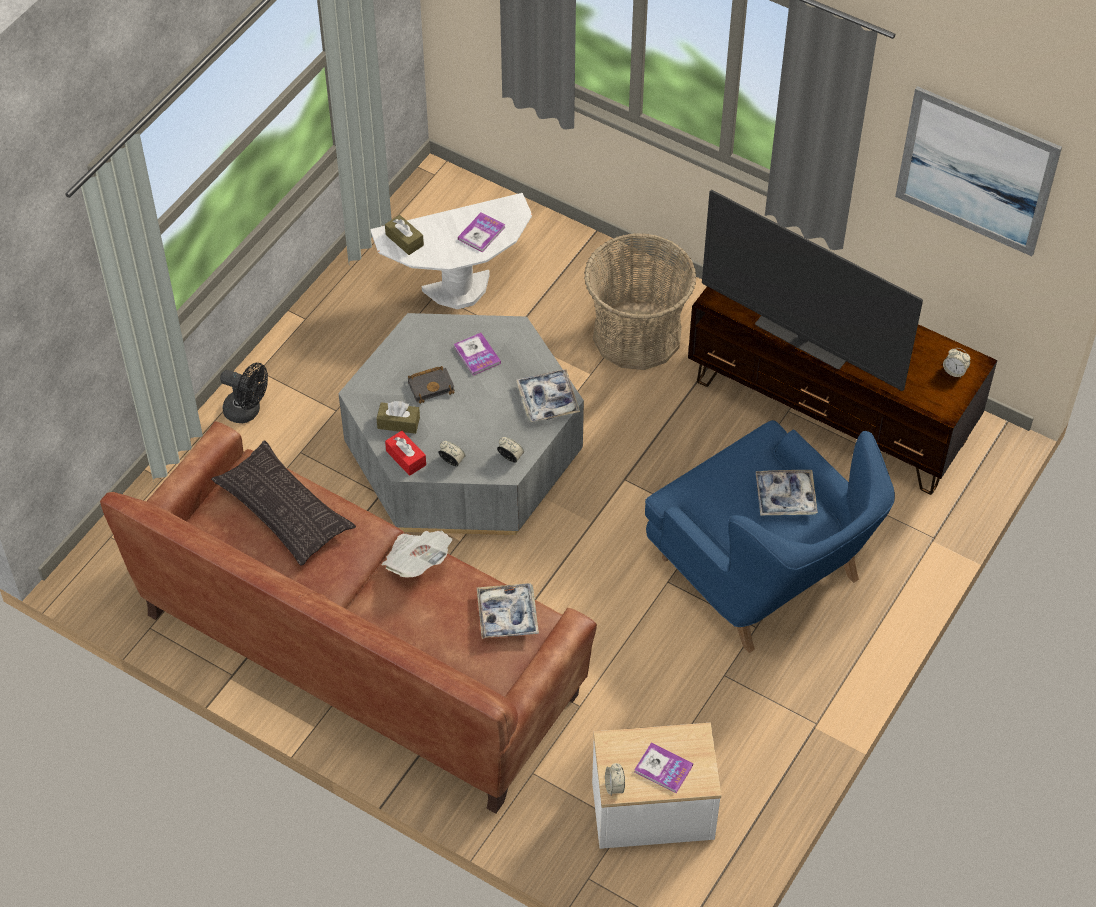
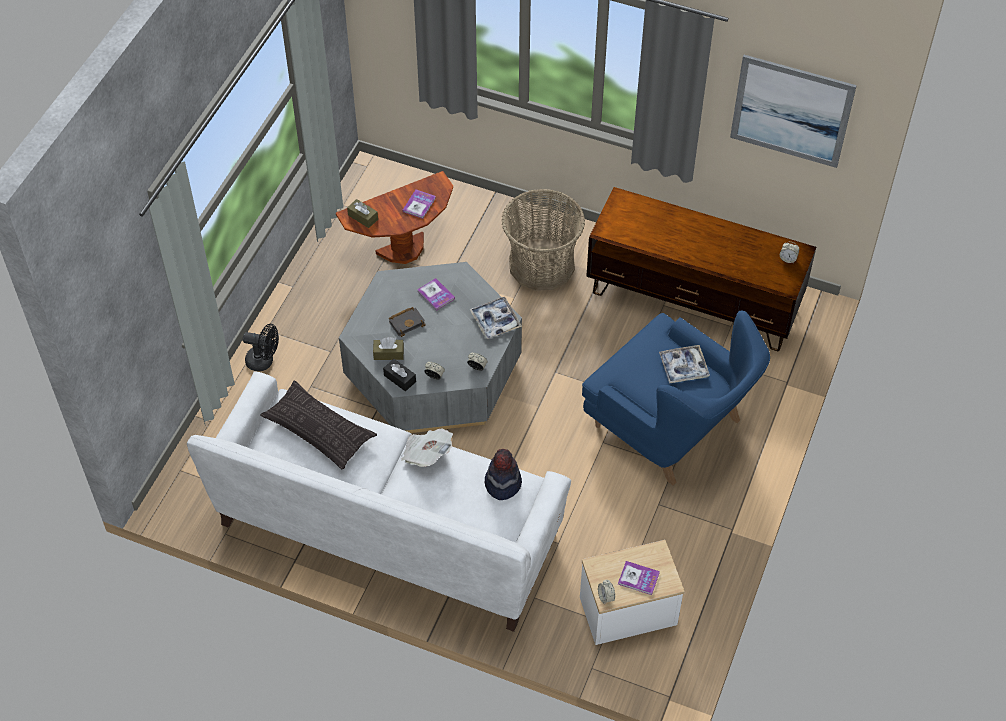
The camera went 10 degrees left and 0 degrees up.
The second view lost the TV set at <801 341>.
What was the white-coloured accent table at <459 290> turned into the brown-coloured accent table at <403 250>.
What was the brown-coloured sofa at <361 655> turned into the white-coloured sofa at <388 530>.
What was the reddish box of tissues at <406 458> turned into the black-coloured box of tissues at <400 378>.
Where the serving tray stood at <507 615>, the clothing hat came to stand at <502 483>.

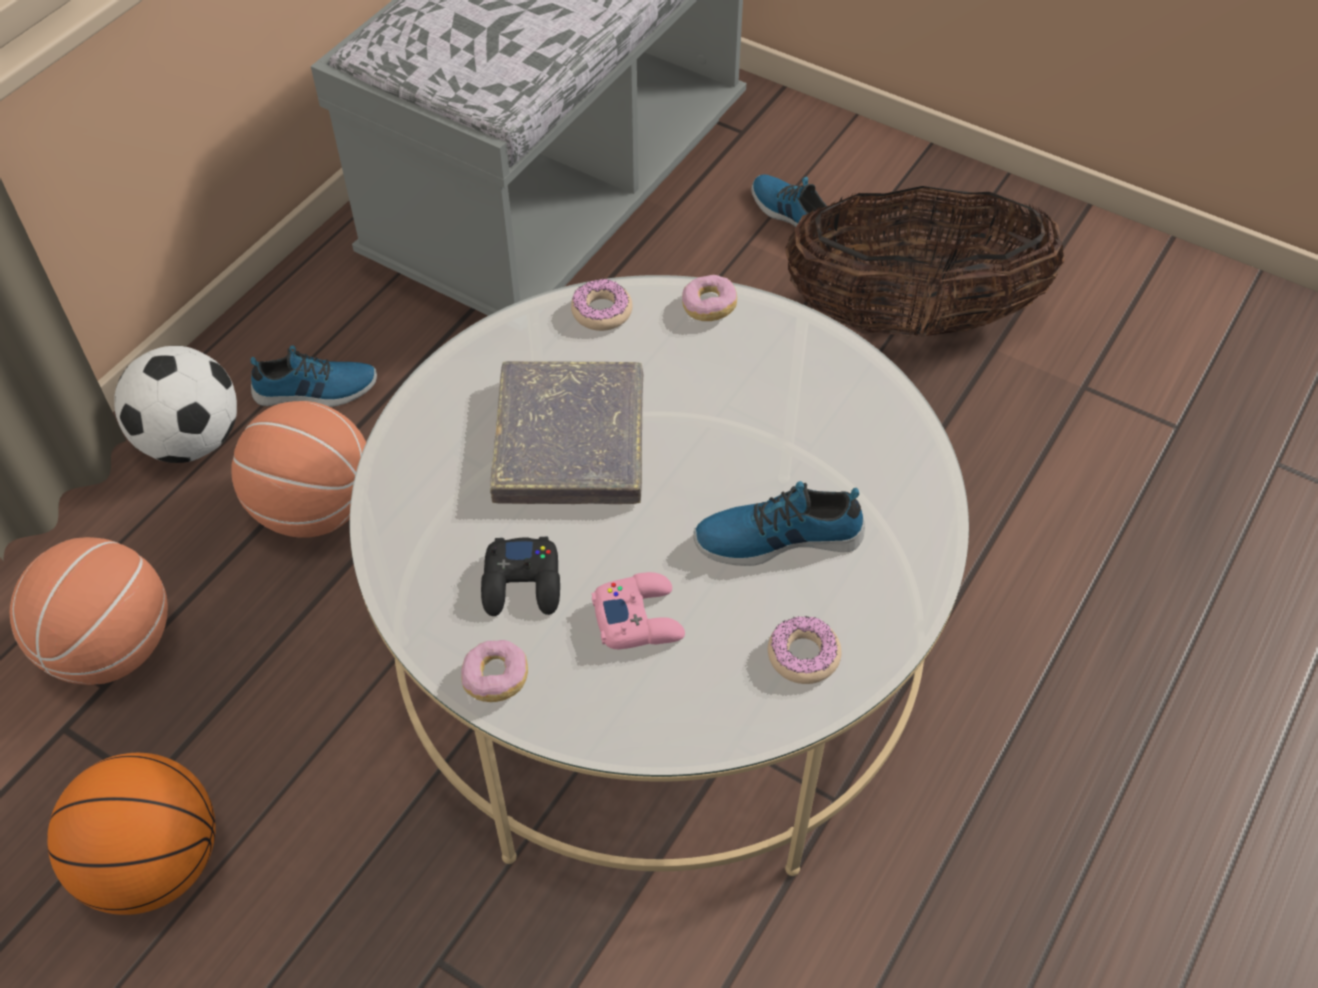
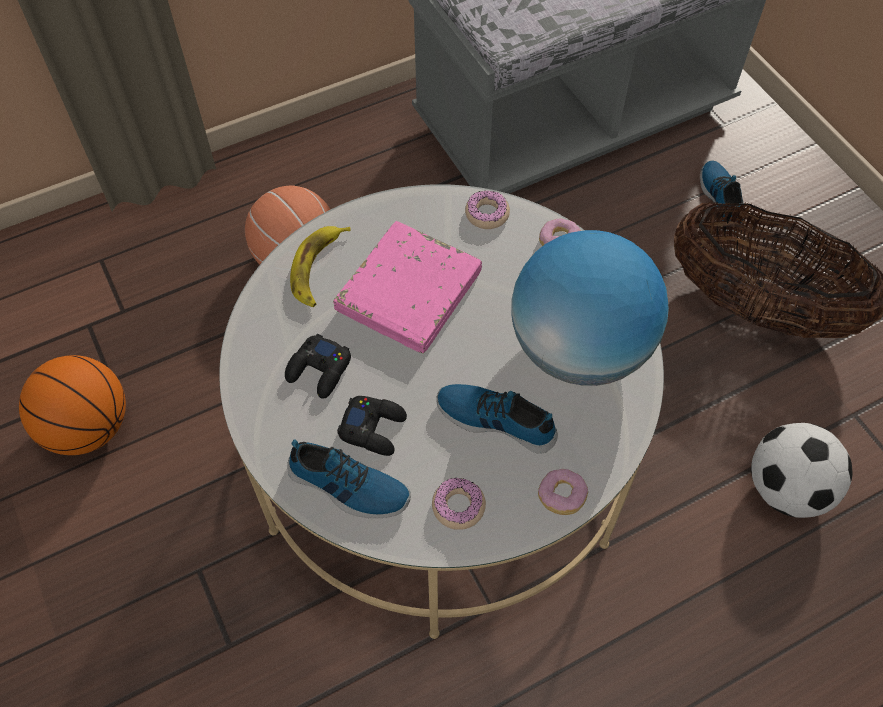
The camera went 30 degrees right and 5 degrees up.
The low shoe ended up elsewhere, having gone from <316 390> to <347 487>.
The ball for football ended up elsewhere, having gone from <191 440> to <786 488>.
What was the gray book at <570 441> turned into the pinkish book at <409 292>.
The second view lost the basketball ball at <111 647>.
What was the pinkish game controller at <639 618> turned into the black-coloured game controller at <373 428>.
The ring doughnut ended up elsewhere, having gone from <496 678> to <561 496>.
The second view gained the banana fruit at <318 269>.
The second view gained the desk globe at <580 349>.

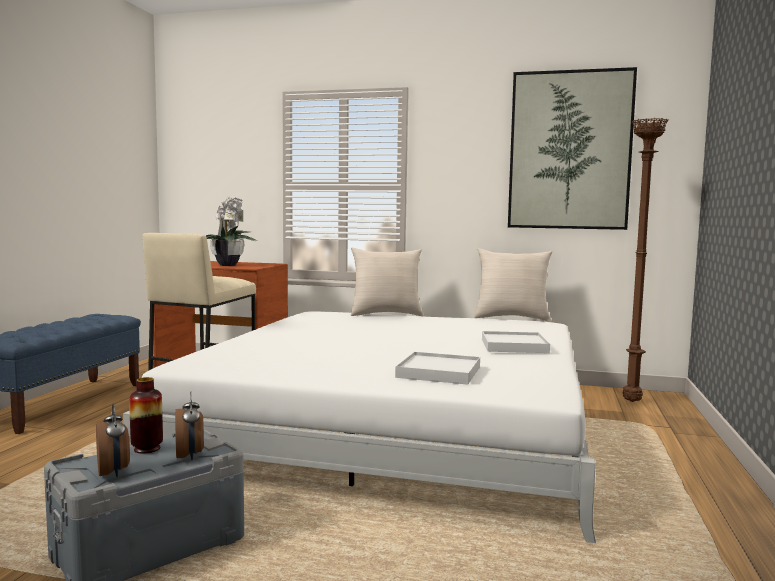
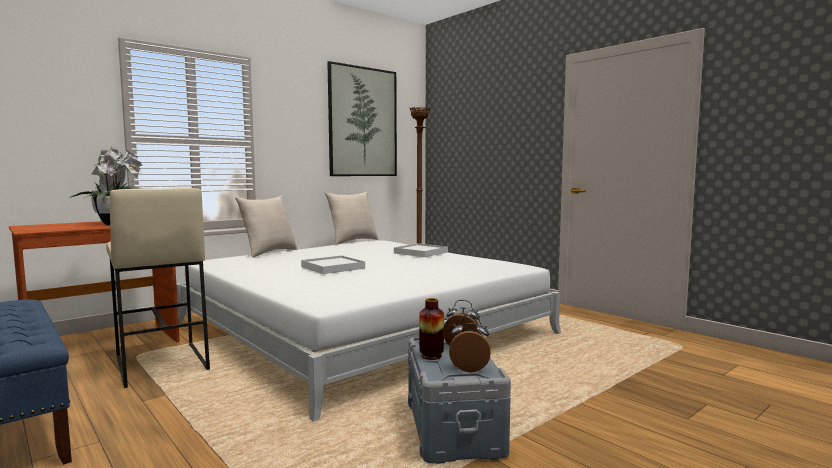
The camera went 55 degrees left and 0 degrees up.
The white-coloured serving tray ended up elsewhere, having gone from <439 372> to <333 267>.

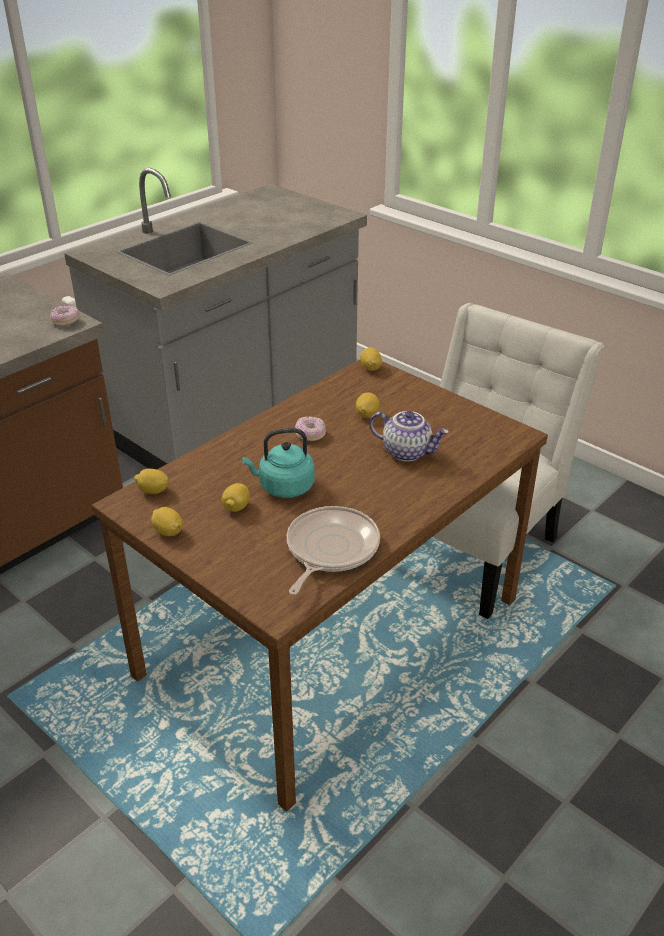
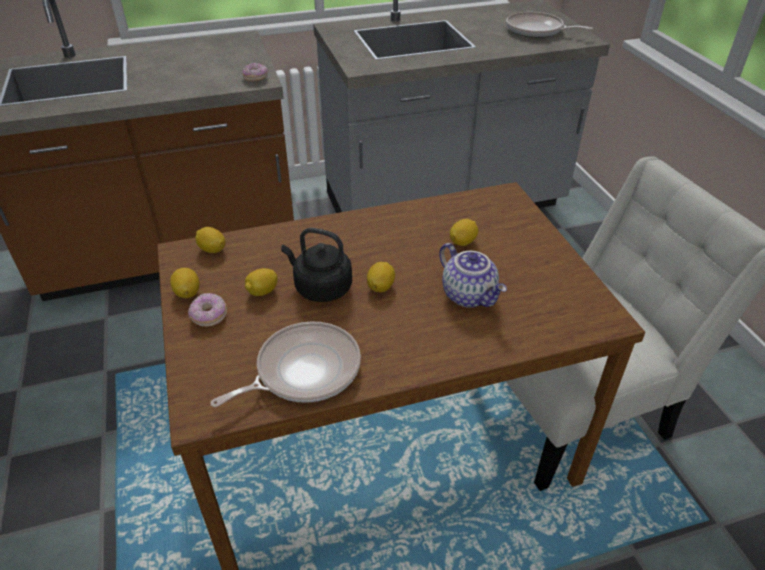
The camera went 30 degrees right and 5 degrees up.
The whole lemon ended up elsewhere, having gone from <370 368> to <380 287>.
The ring doughnut ended up elsewhere, having gone from <310 435> to <209 316>.
What was the turquoise water kettle at <283 487> turned into the black-coloured water kettle at <320 288>.
The second view gained the skillet at <537 30>.

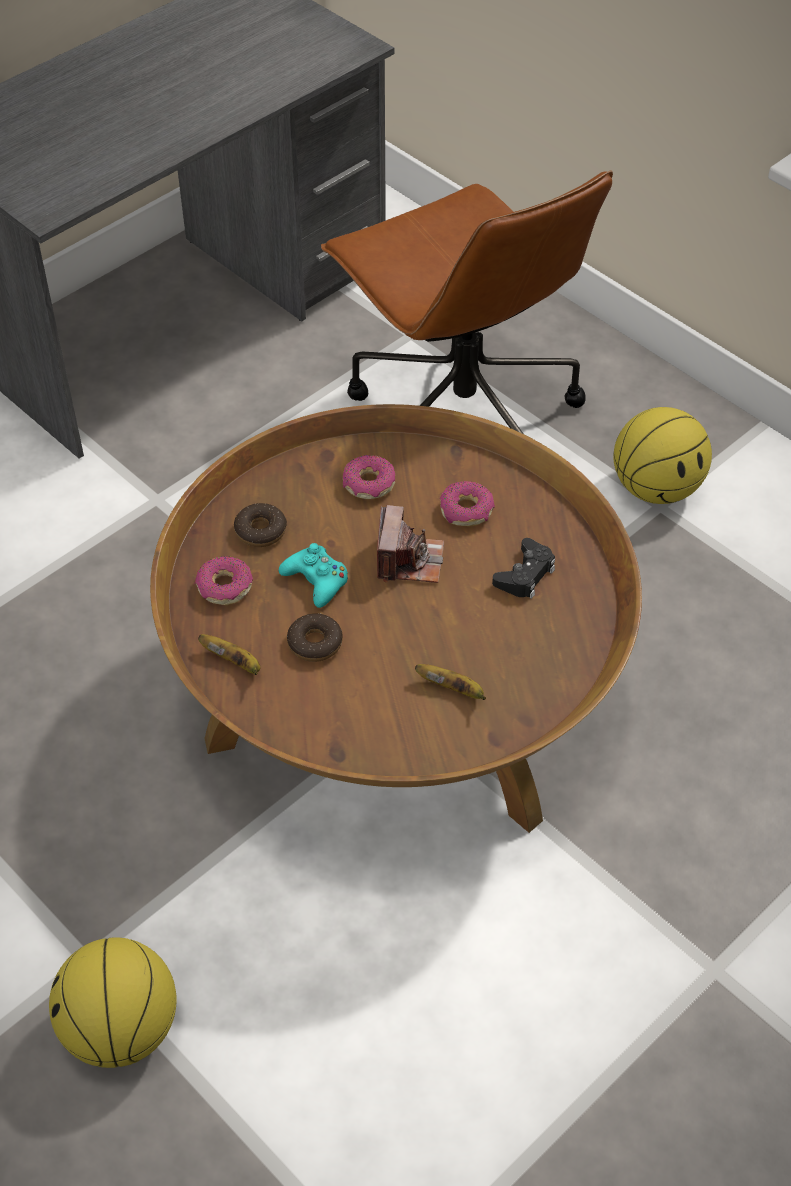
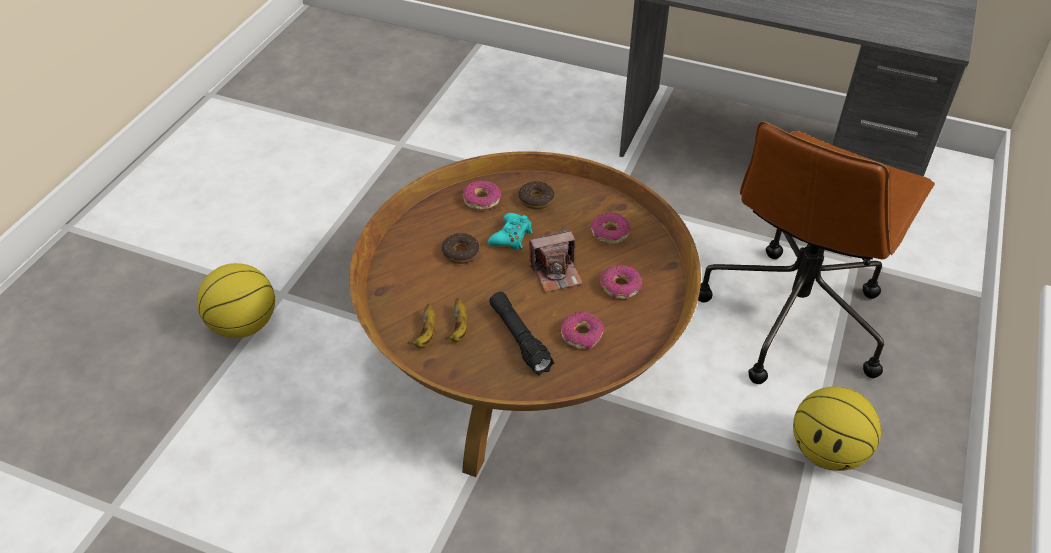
The camera went 65 degrees right and 5 degrees down.
Where the black-coloured game controller stood at <525 575>, the ring doughnut came to stand at <582 335>.
The banana fruit ended up elsewhere, having gone from <234 662> to <426 335>.
The second view gained the black-coloured torch at <519 339>.

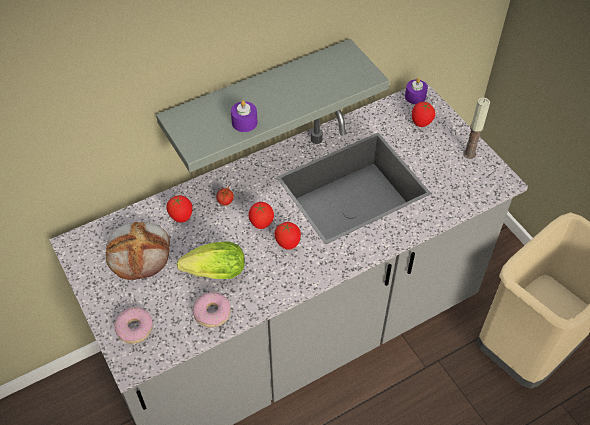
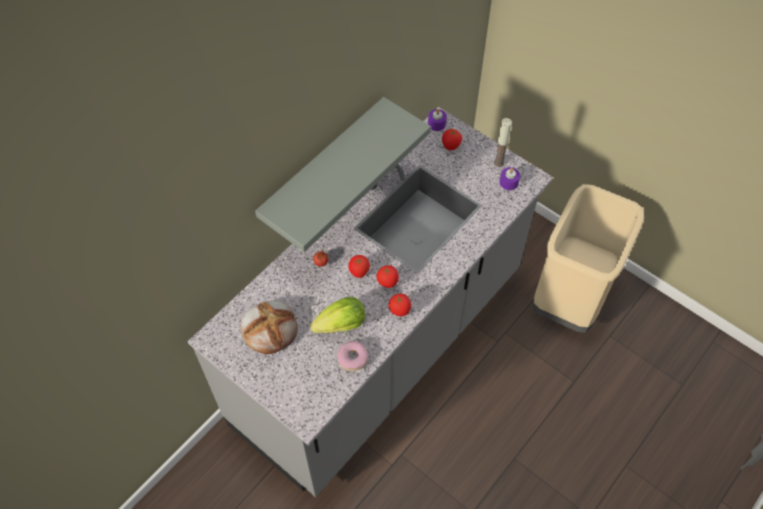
The camera went 20 degrees left and 5 degrees up.
The purple-coloured wax candle ended up elsewhere, having gone from <244 122> to <508 182>.
The whole tomato ended up elsewhere, having gone from <181 217> to <399 311>.
The second view lost the ring doughnut at <134 328>.

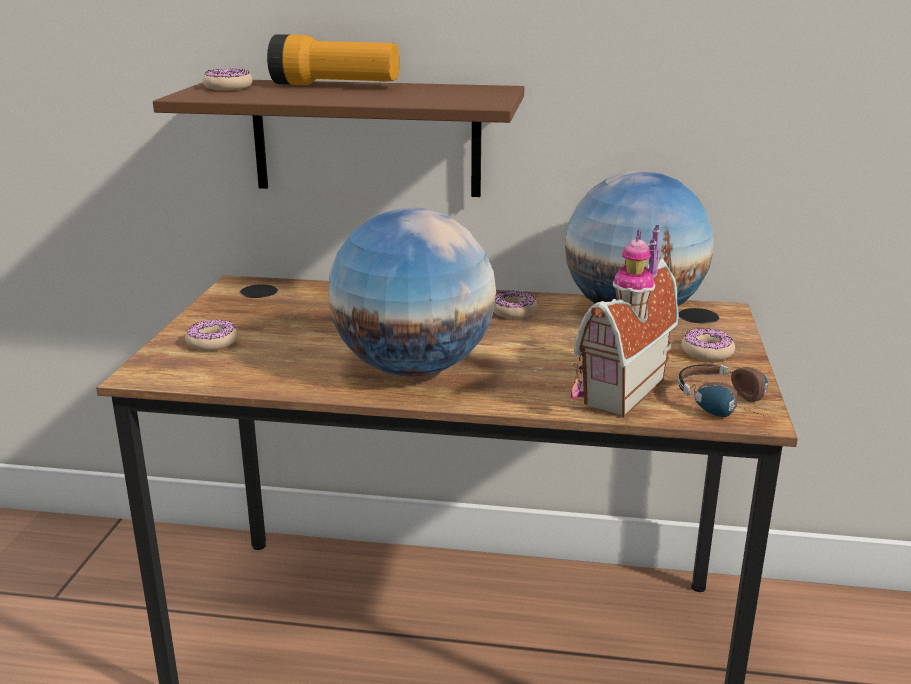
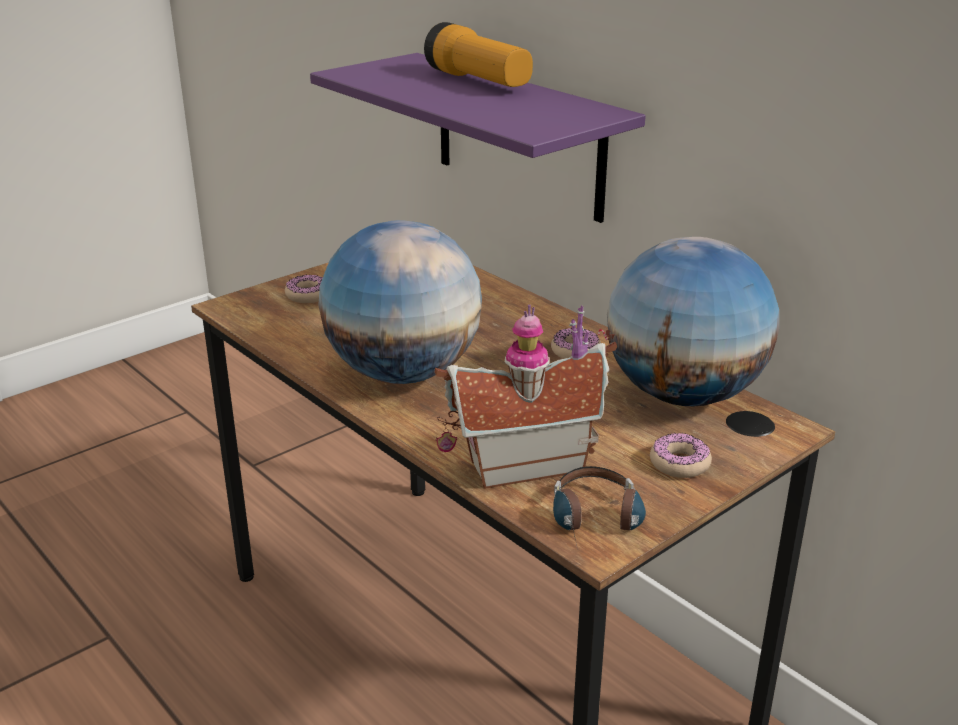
The camera went 40 degrees right and 5 degrees up.
The second view lost the ring doughnut at <228 87>.
What was the brown-coloured shelf at <366 138> turned into the purple-coloured shelf at <519 136>.

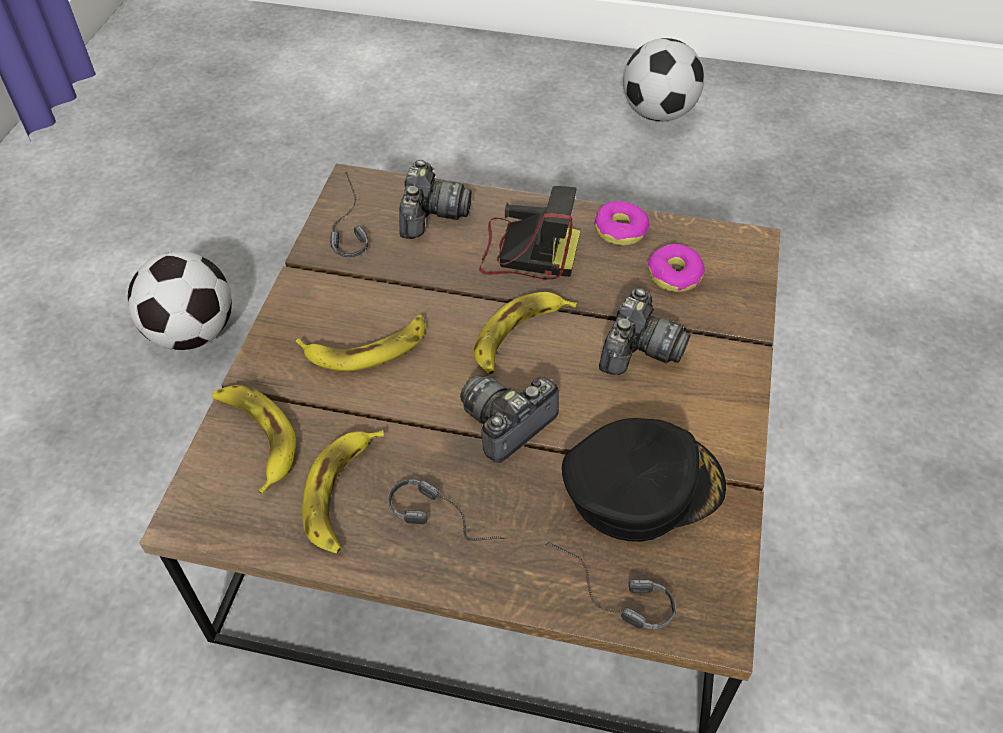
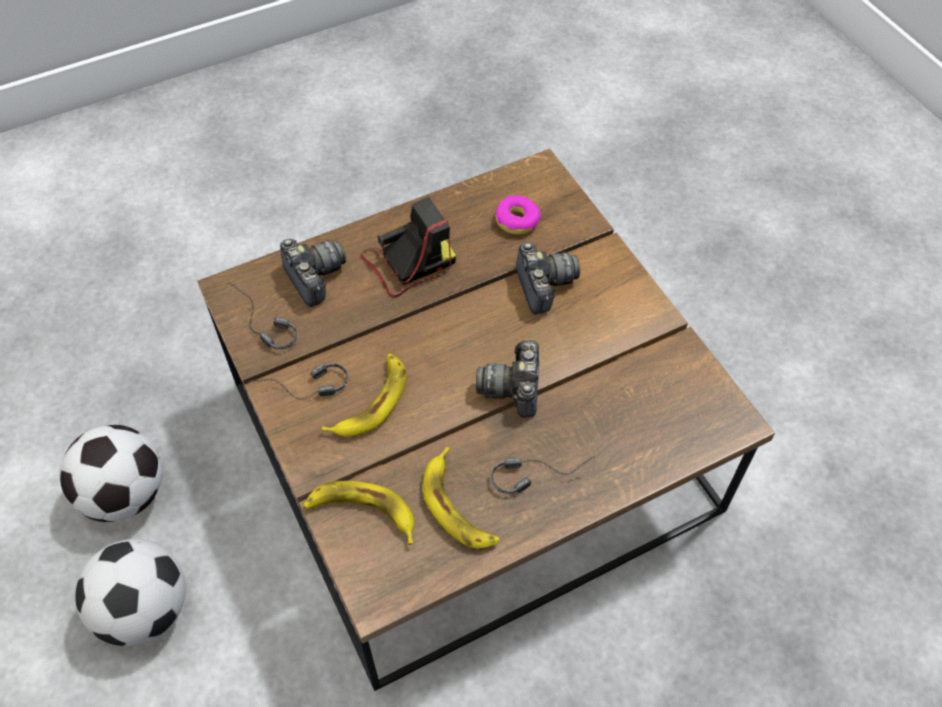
The camera went 40 degrees left and 5 degrees up.
The ball for football ended up elsewhere, having gone from <658 113> to <145 610>.
The second view lost the ring doughnut at <620 230>.
The second view lost the banana fruit at <518 336>.
The second view lost the black-coloured baseball cap at <642 484>.
The headset ended up elsewhere, having gone from <604 596> to <301 391>.

